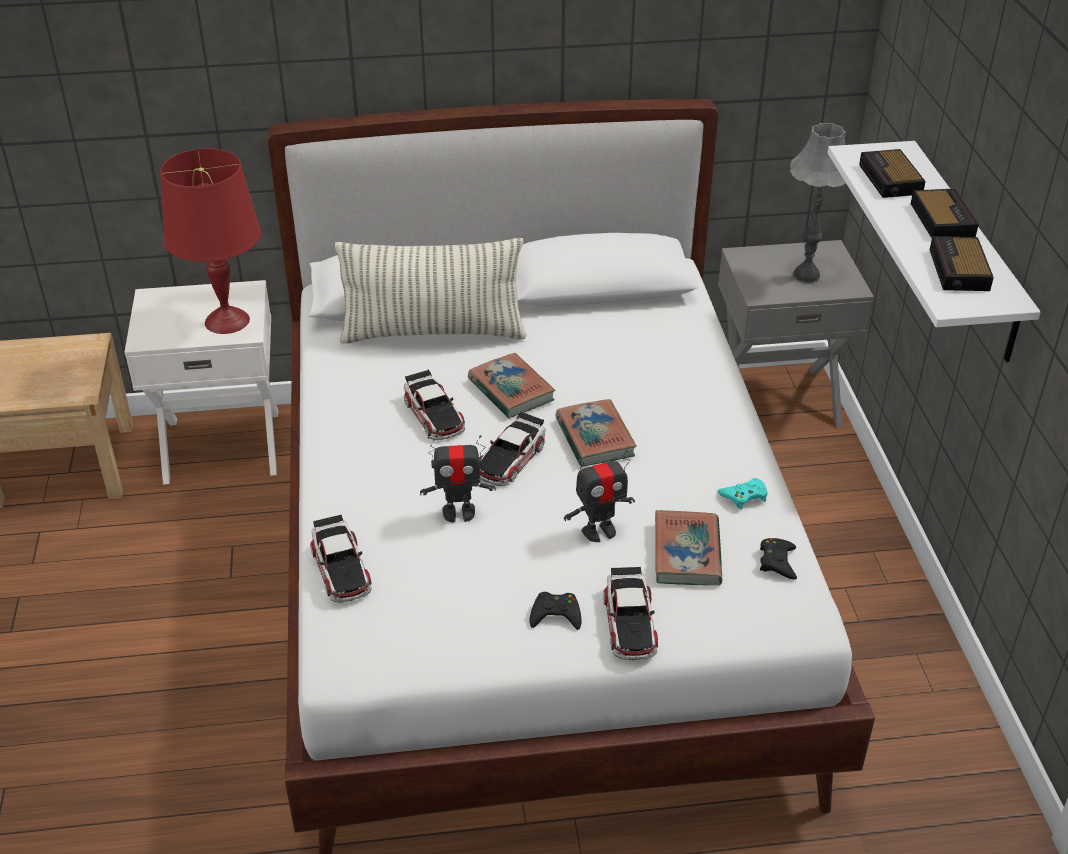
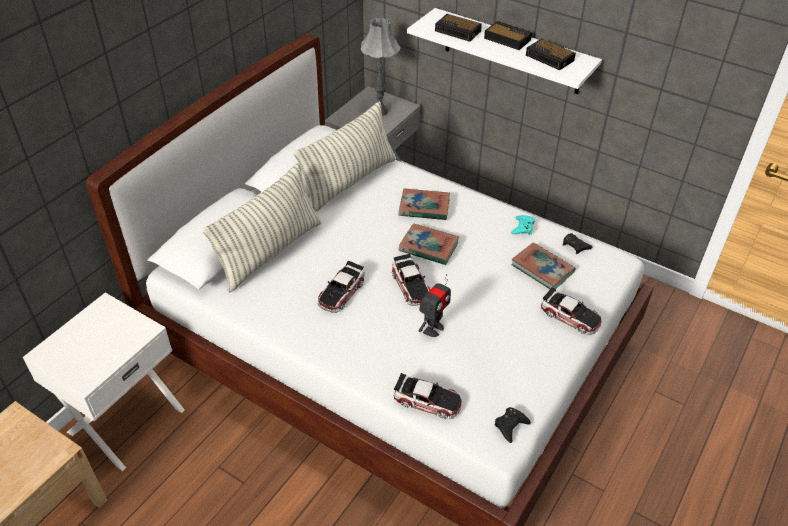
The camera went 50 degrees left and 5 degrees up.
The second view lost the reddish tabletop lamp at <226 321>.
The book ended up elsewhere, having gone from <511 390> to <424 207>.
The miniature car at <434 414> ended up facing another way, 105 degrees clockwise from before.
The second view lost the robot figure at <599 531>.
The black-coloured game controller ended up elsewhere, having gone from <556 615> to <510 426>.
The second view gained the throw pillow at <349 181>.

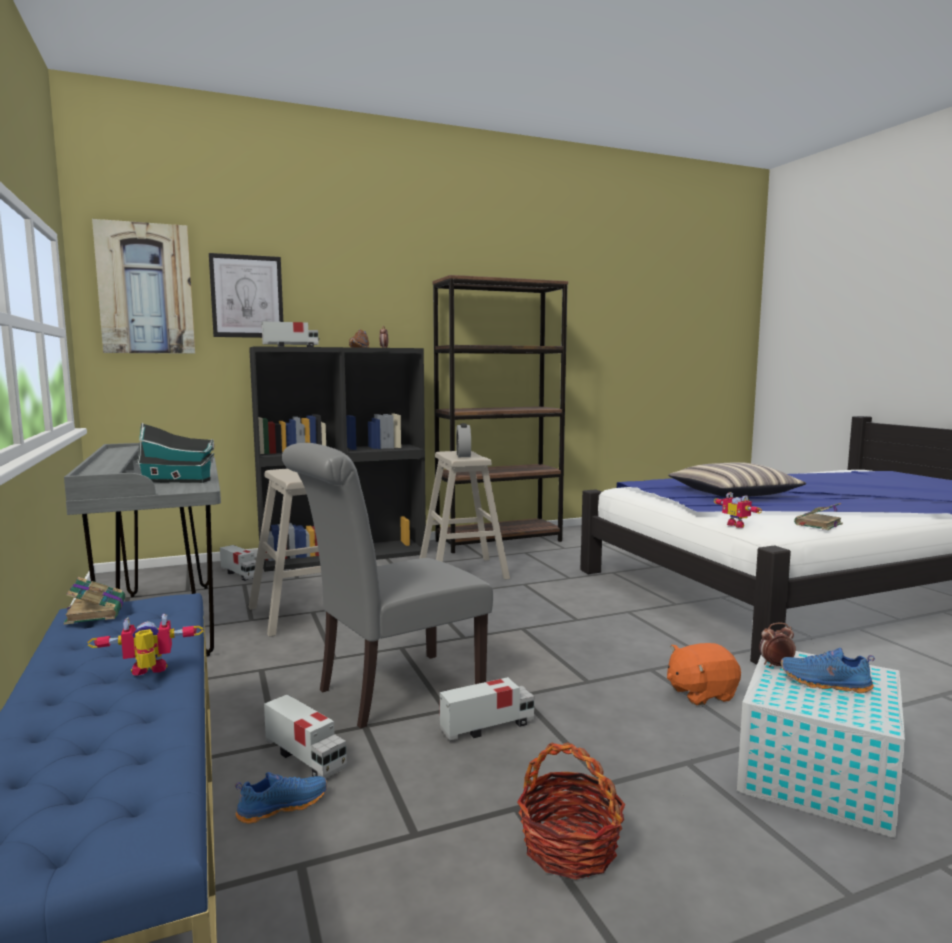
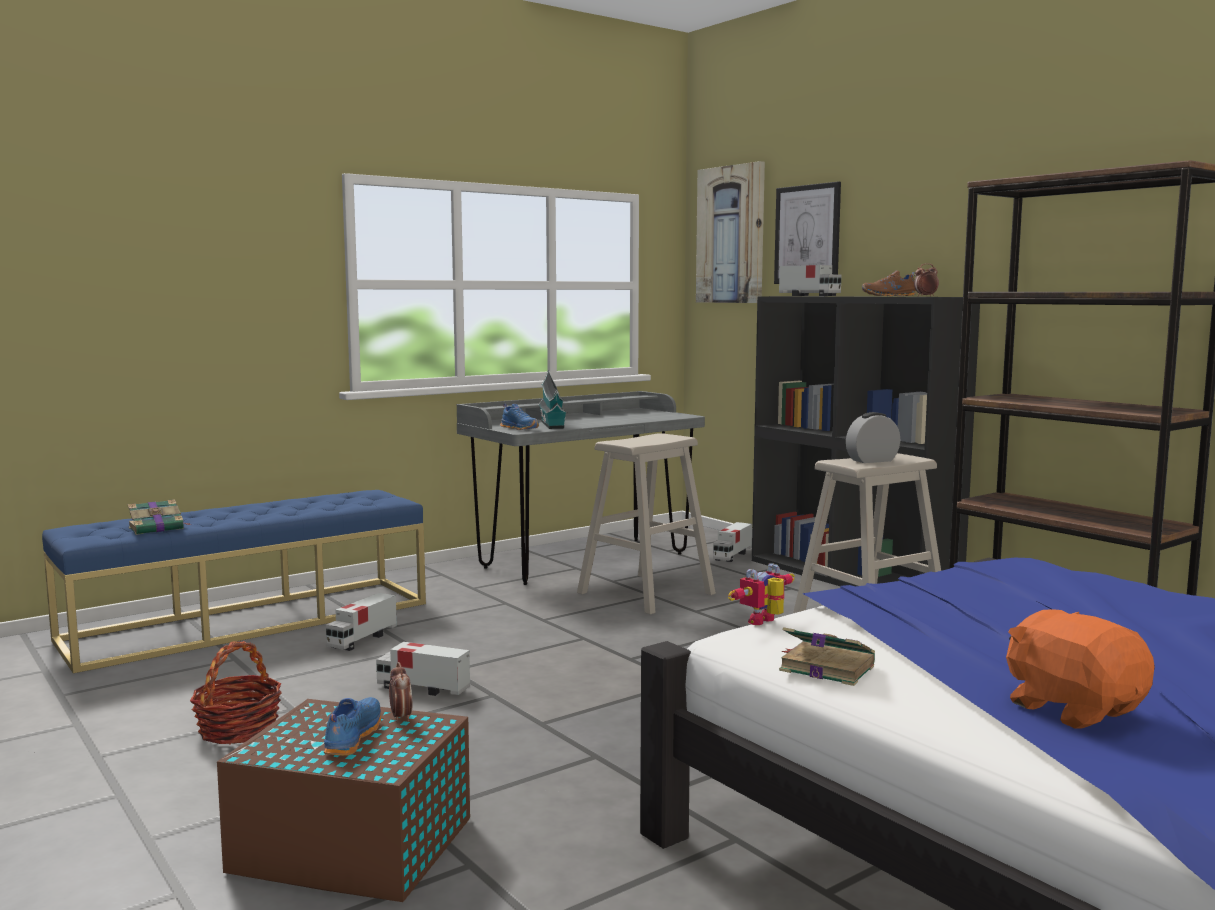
The camera went 75 degrees right and 0 degrees up.
The second view lost the gray chair at <391 691>.
The second view lost the throw pillow at <733 493>.
The book ended up elsewhere, having gone from <96 611> to <157 528>.
The second view lost the robot figure at <148 673>.
The orangey cuddly toy ended up elsewhere, having gone from <700 693> to <1073 709>.
What was the white-coloured storage bin at <816 773> turned into the brown-coloured storage bin at <350 844>.
The model truck at <488 727> ended up facing another way, 150 degrees clockwise from before.
The blue-coloured low shoe ended up elsewhere, having gone from <282 806> to <520 428>.

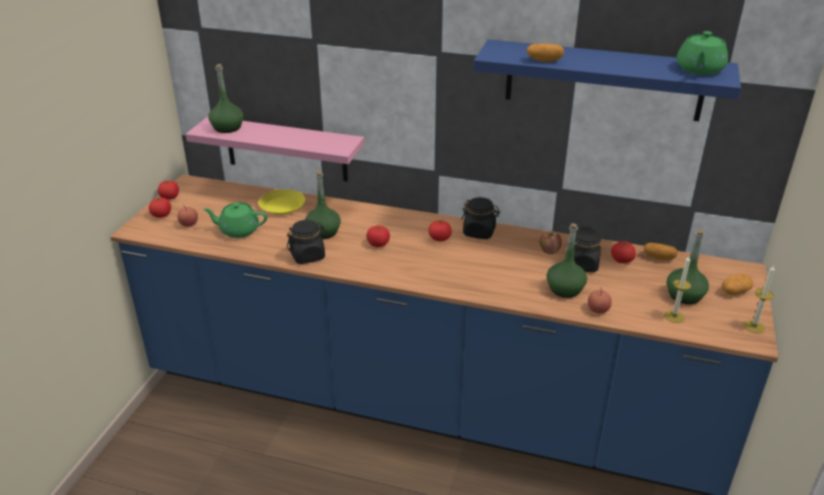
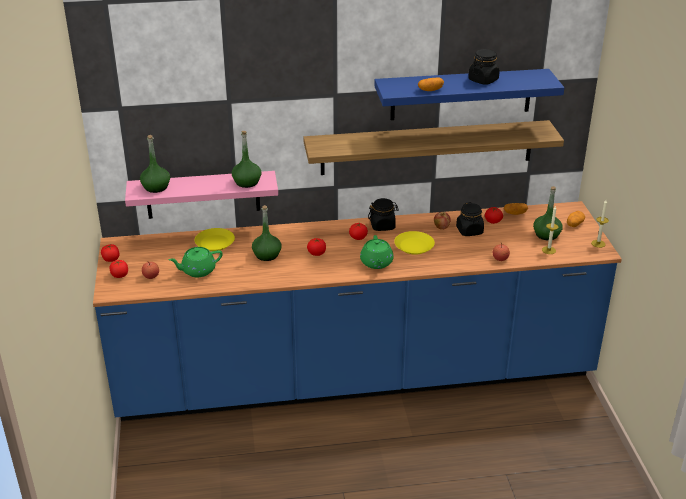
The camera went 25 degrees left and 0 degrees up.
The green teapot ended up elsewhere, having gone from <699 70> to <376 263>.
The black-coloured storage jar ended up elsewhere, having gone from <308 256> to <483 80>.
The green bottle ended up elsewhere, having gone from <565 289> to <247 182>.
The second view gained the shelf at <427 147>.
The second view gained the yellowish dinner plate at <414 246>.

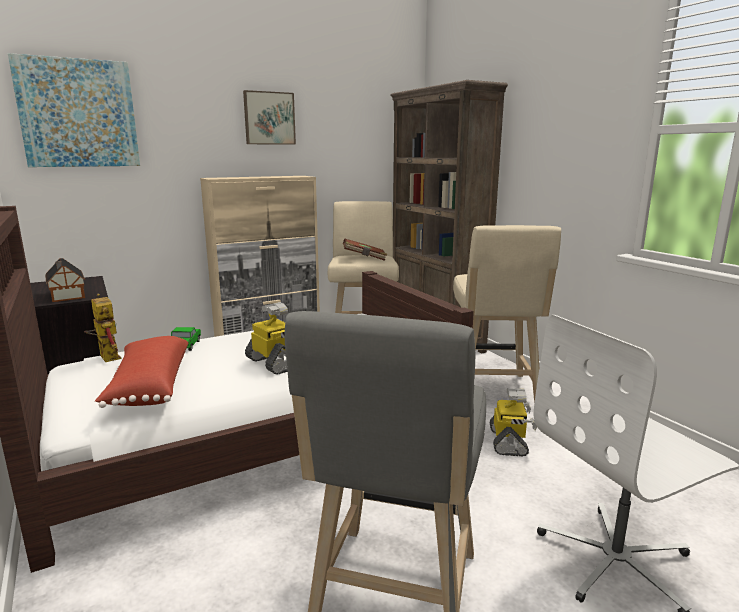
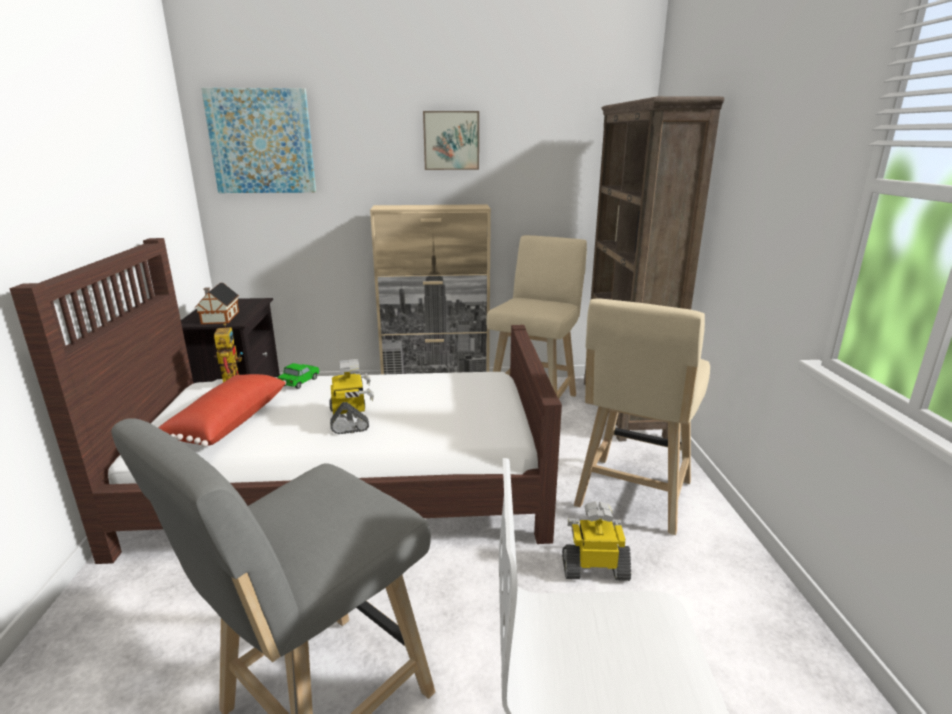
The camera went 25 degrees right and 5 degrees up.
The second view lost the brown-coloured book at <364 258>.
The robot figure at <509 442> ended up facing another way, 120 degrees counterclockwise from before.

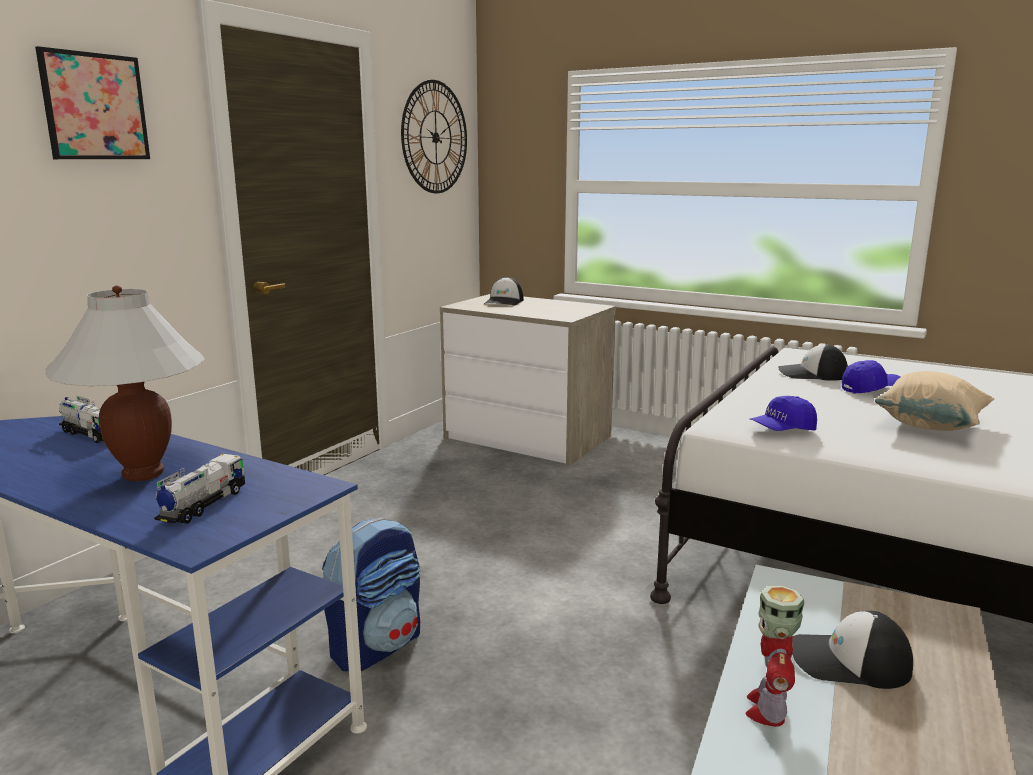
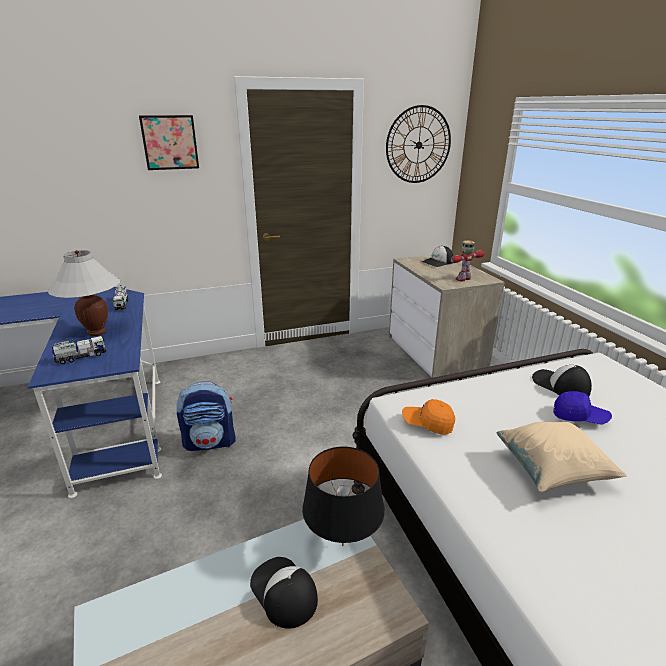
The camera went 40 degrees right and 10 degrees up.
What was the blue-coloured baseball cap at <782 430> turned into the orangey baseball cap at <427 424>.
The robot figure ended up elsewhere, having gone from <768 708> to <463 279>.
The second view gained the black-coloured tabletop lamp at <342 545>.

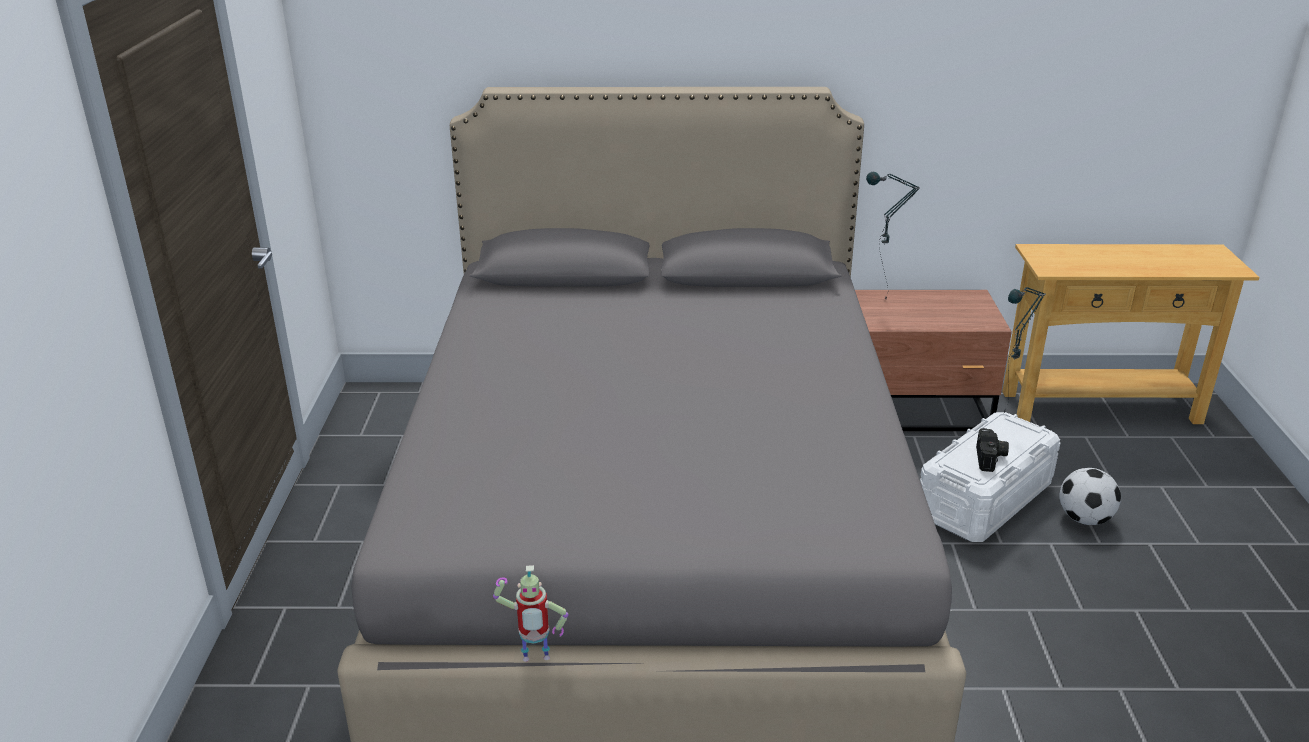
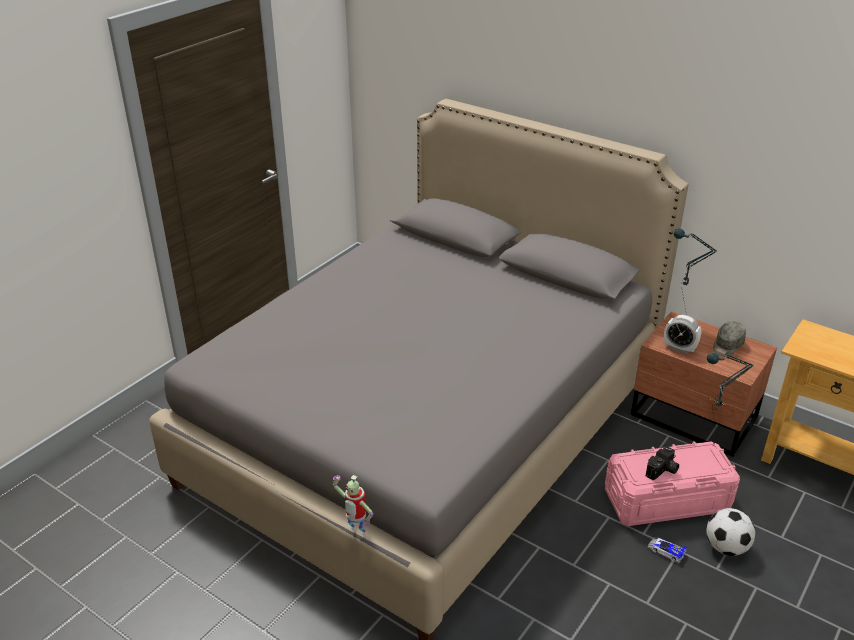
The camera went 35 degrees right and 5 degrees up.
What was the white-coloured storage bin at <984 500> turned into the pinkish storage bin at <667 500>.
The robot figure ended up elsewhere, having gone from <535 661> to <356 532>.
The second view gained the table clock at <679 348>.
The second view gained the gray baseball cap at <727 346>.
The second view gained the miniature car at <666 551>.

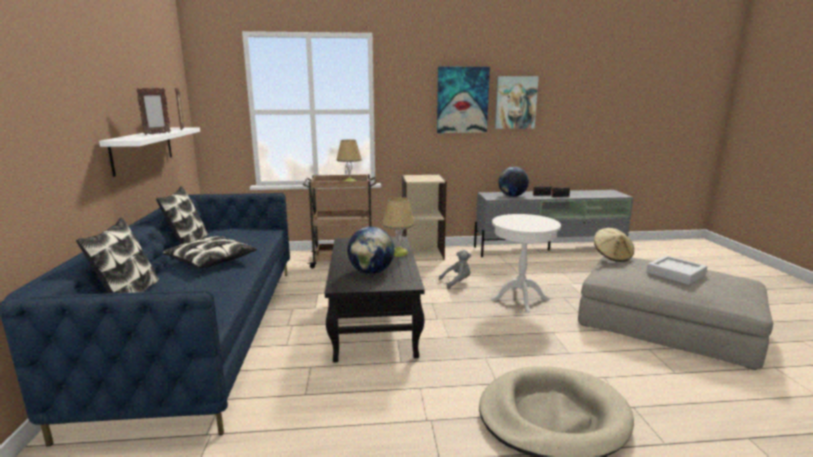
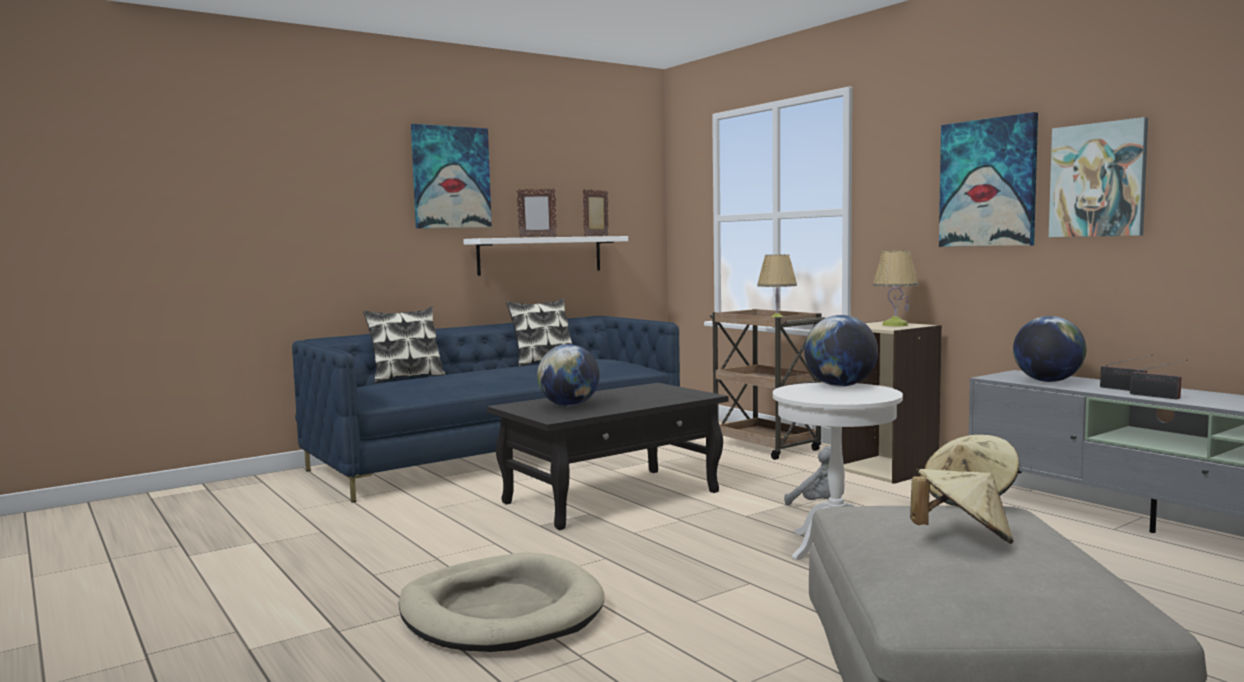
The camera went 60 degrees right and 10 degrees down.
The tabletop lamp ended up elsewhere, having gone from <398 253> to <895 325>.
The second view lost the throw pillow at <212 260>.
Where the gray serving tray stood at <675 274>, the beige clothing hat came to stand at <962 539>.
The second view gained the wall picture at <451 177>.
The second view gained the desk globe at <840 386>.

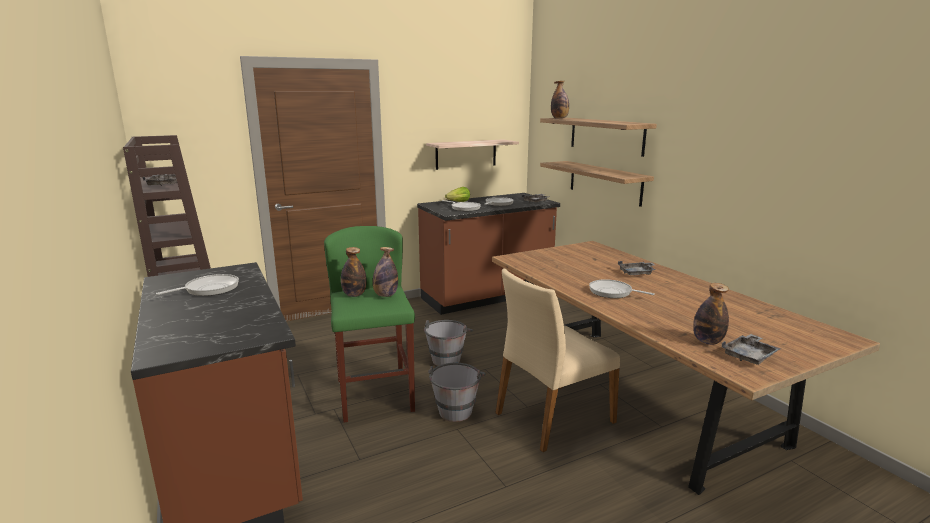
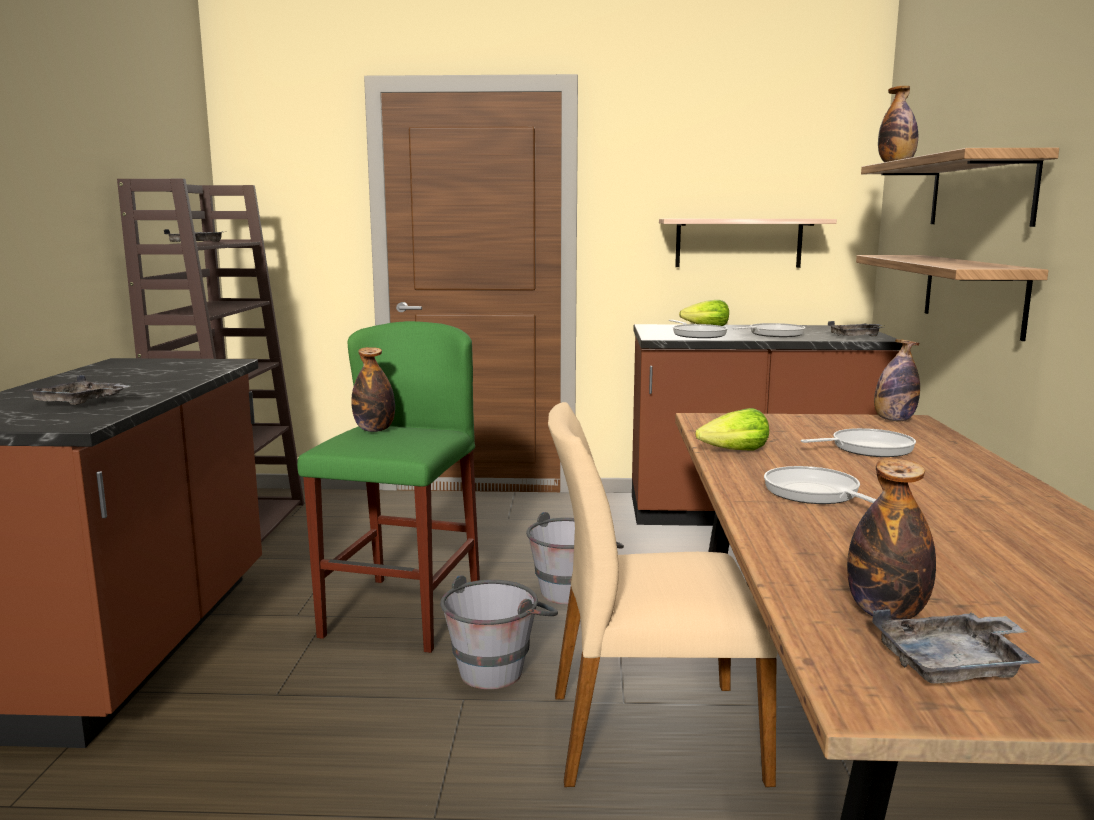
The camera went 30 degrees right and 5 degrees down.
The bottle ended up elsewhere, having gone from <385 295> to <893 420>.
The gray serving tray ended up elsewhere, having gone from <637 273> to <80 402>.
The skillet ended up elsewhere, having gone from <209 289> to <867 448>.
The second view gained the lettuce head at <735 452>.

